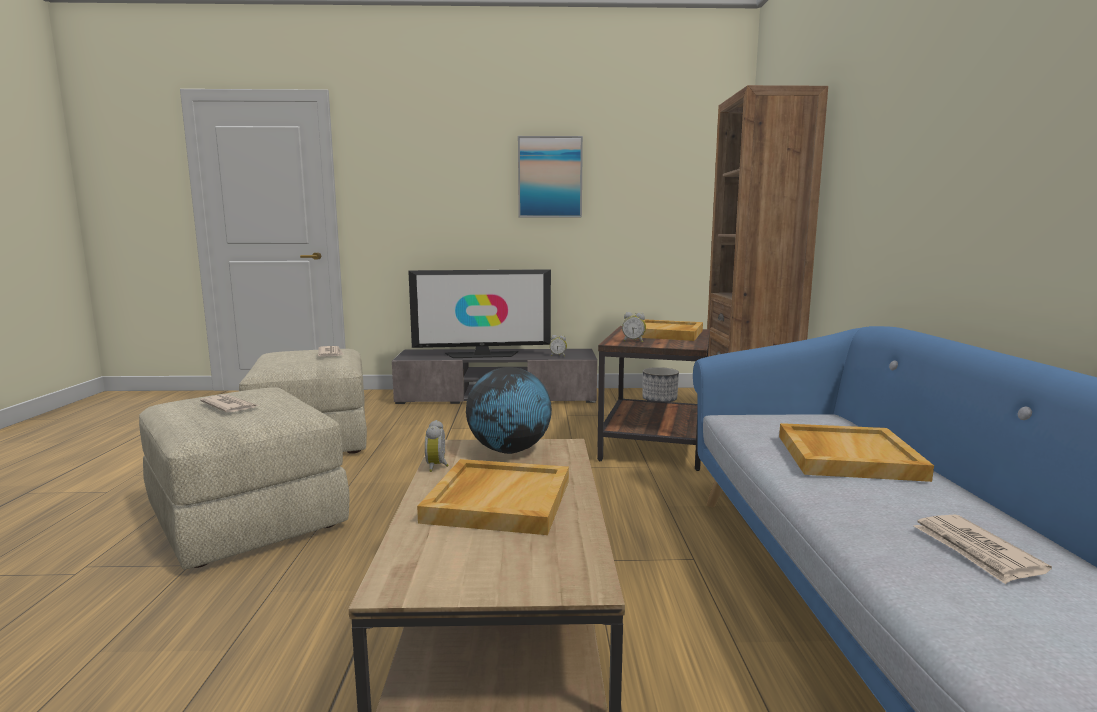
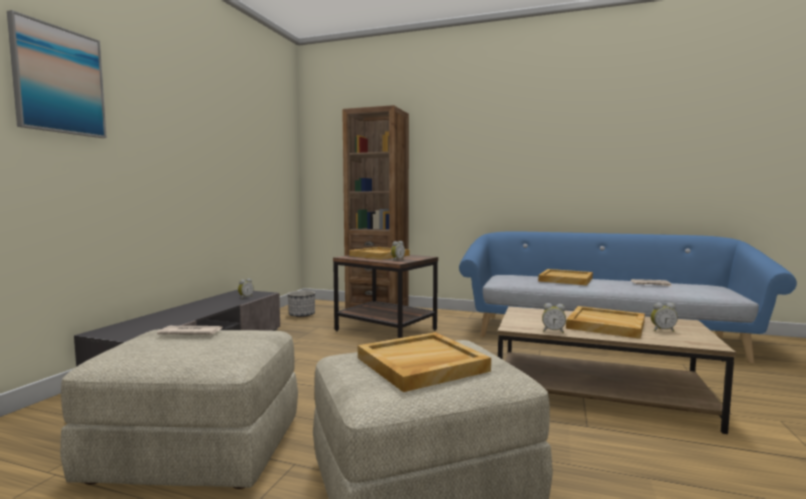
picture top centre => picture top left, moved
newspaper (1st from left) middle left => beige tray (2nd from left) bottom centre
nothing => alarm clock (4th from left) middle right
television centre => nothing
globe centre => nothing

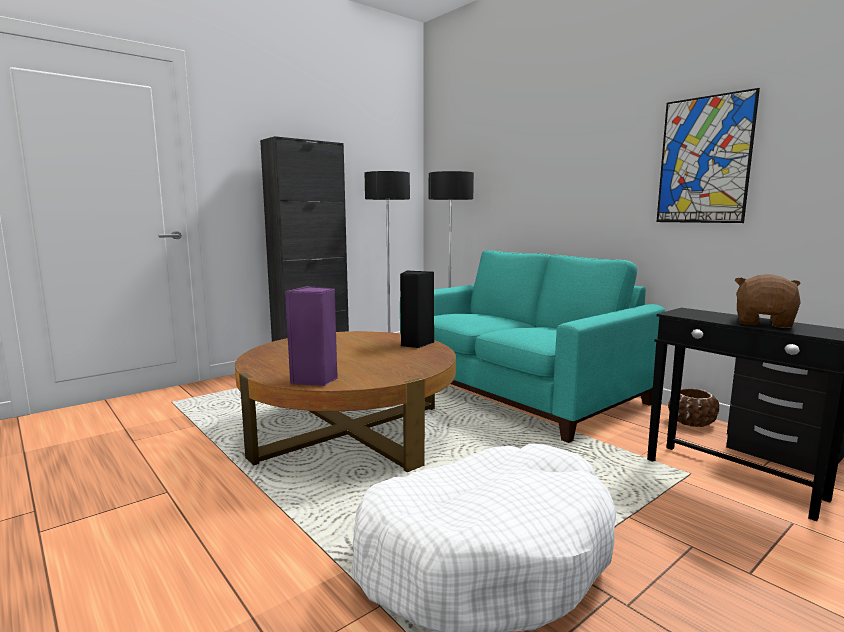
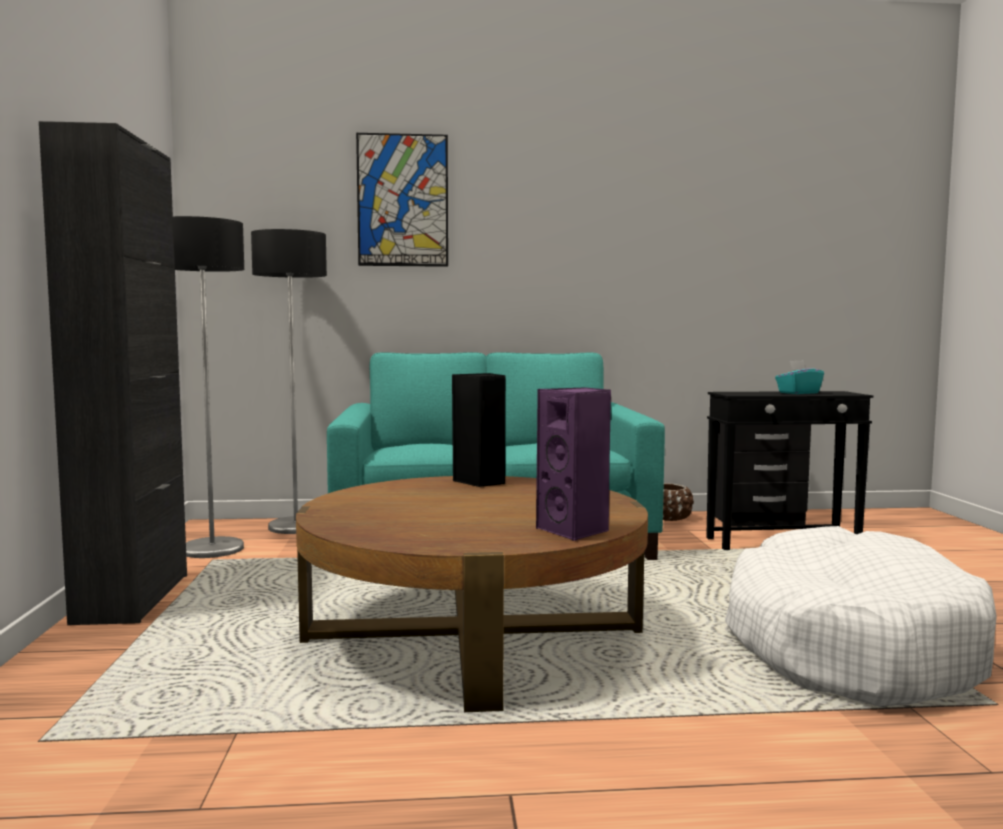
picture top right => picture top centre, moved
brown plush toy middle right => turquoise tissue box middle right

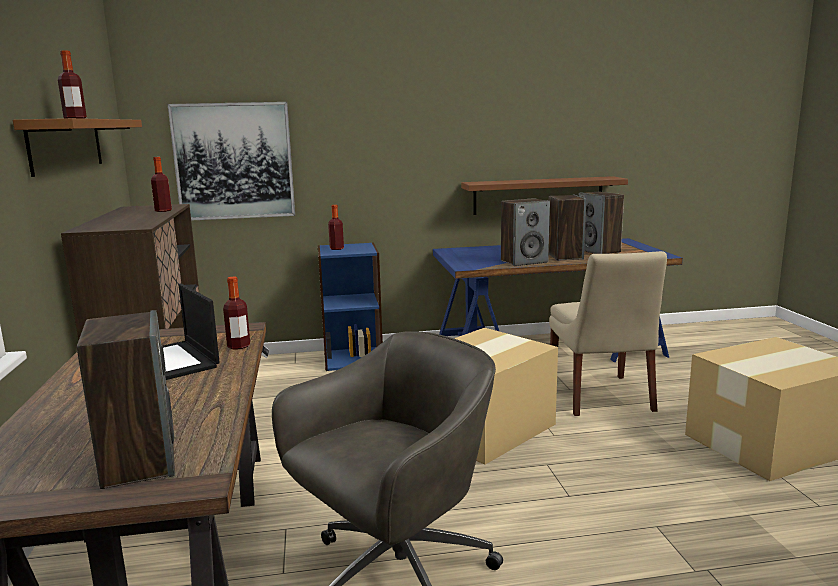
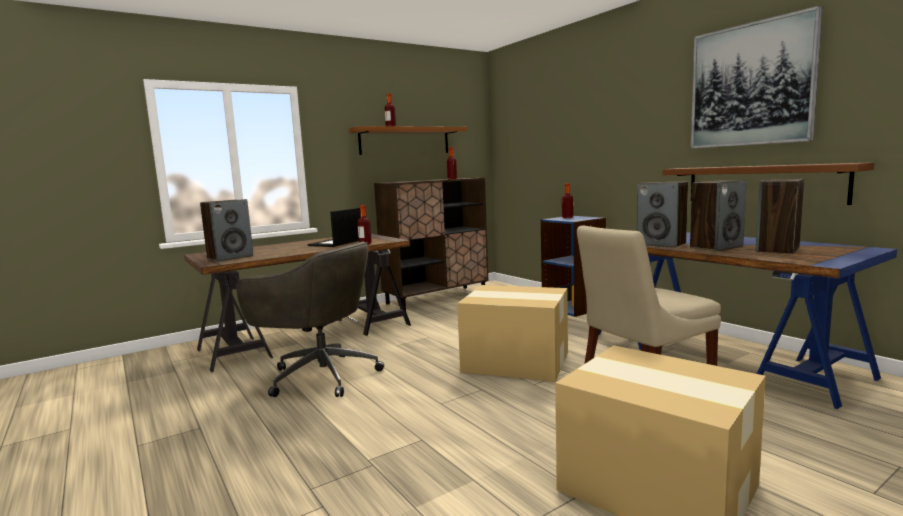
picture top left => picture top right, moved

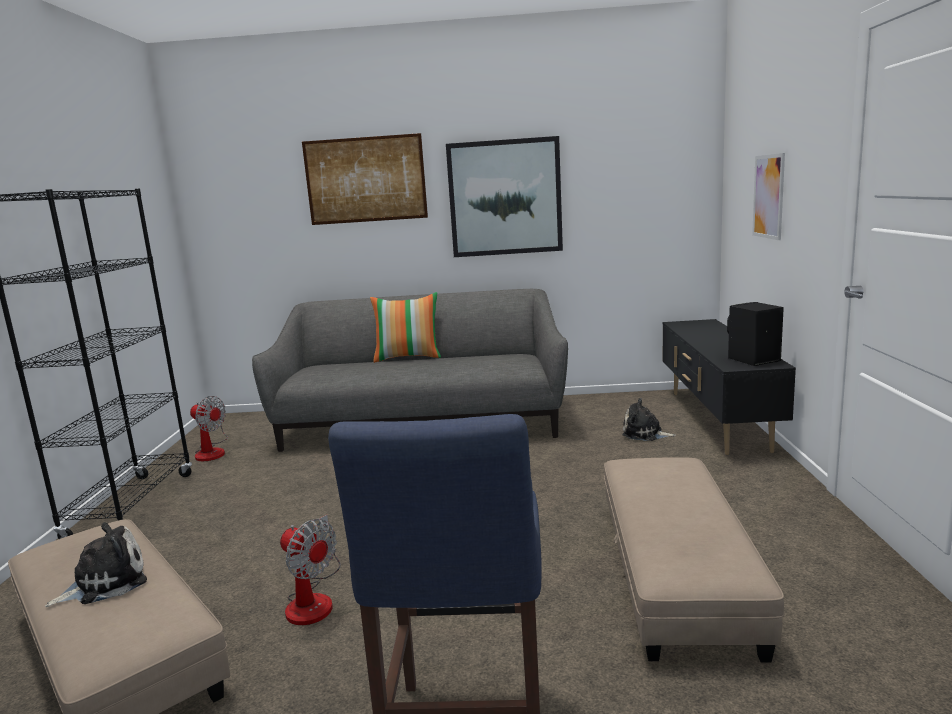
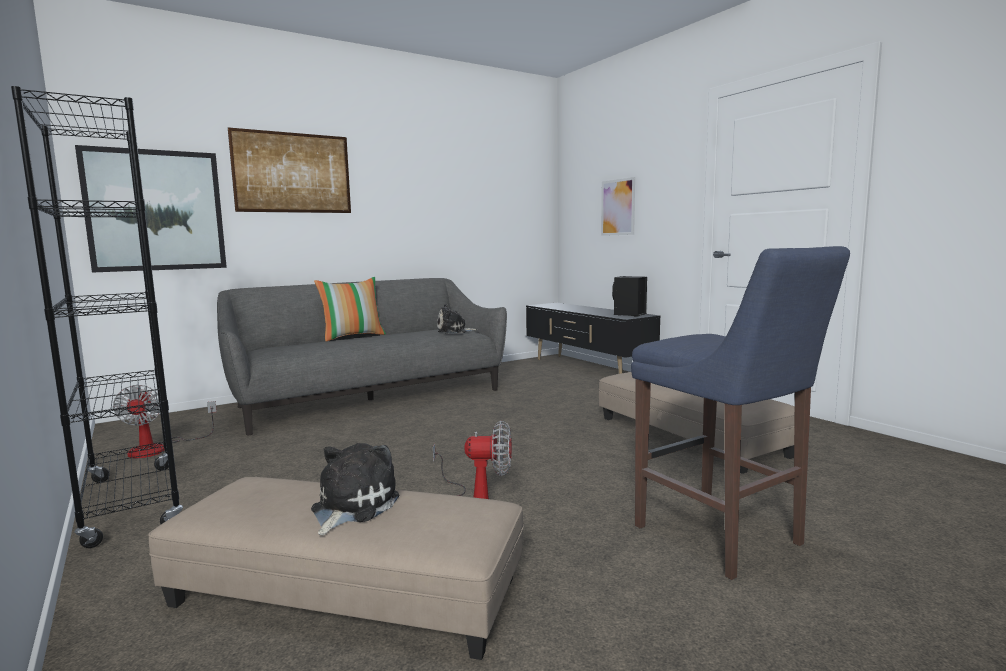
picture (2nd from left in the first image) top centre => picture (1st from left) top left, moved
fan (1st from left) middle left, 75 degrees clockwise
plush toy (2nd from left) middle right => plush toy (2nd from left) centre, moved

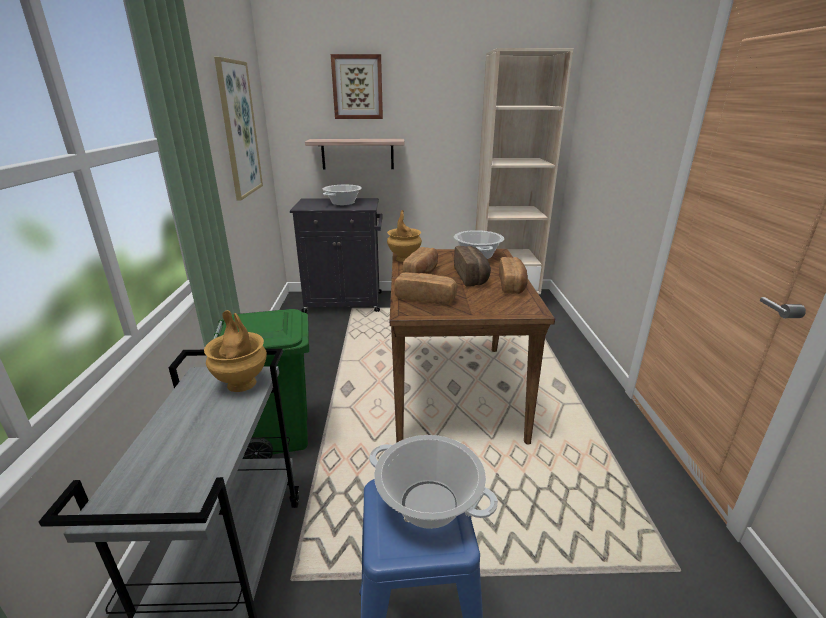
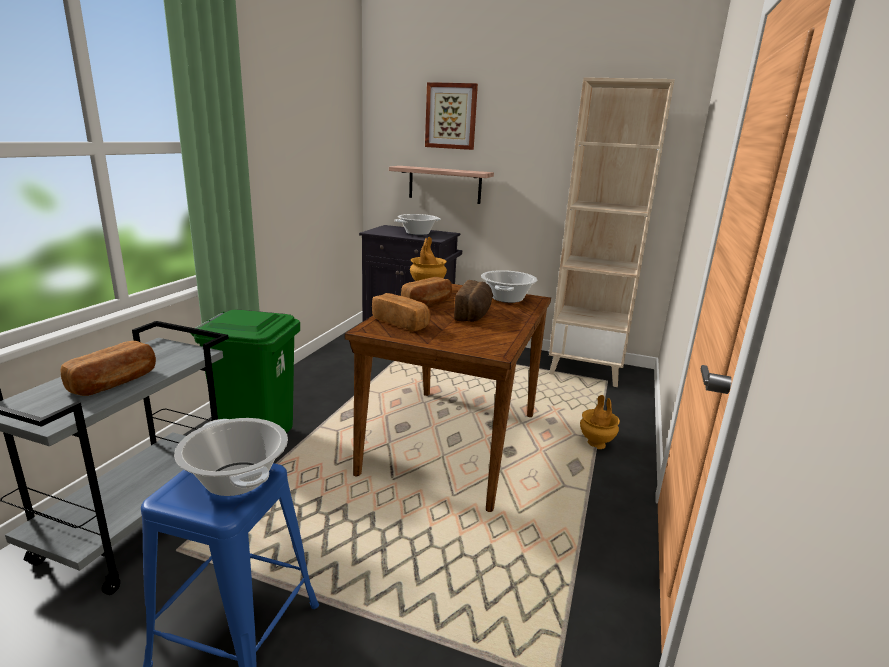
bread (4th from left in the first image) centre => bread (1st from left) middle left, moved
brown vase (1st from left in the first image) middle left => brown vase (2nd from left) middle right, moved
picture (1st from left) top left => nothing

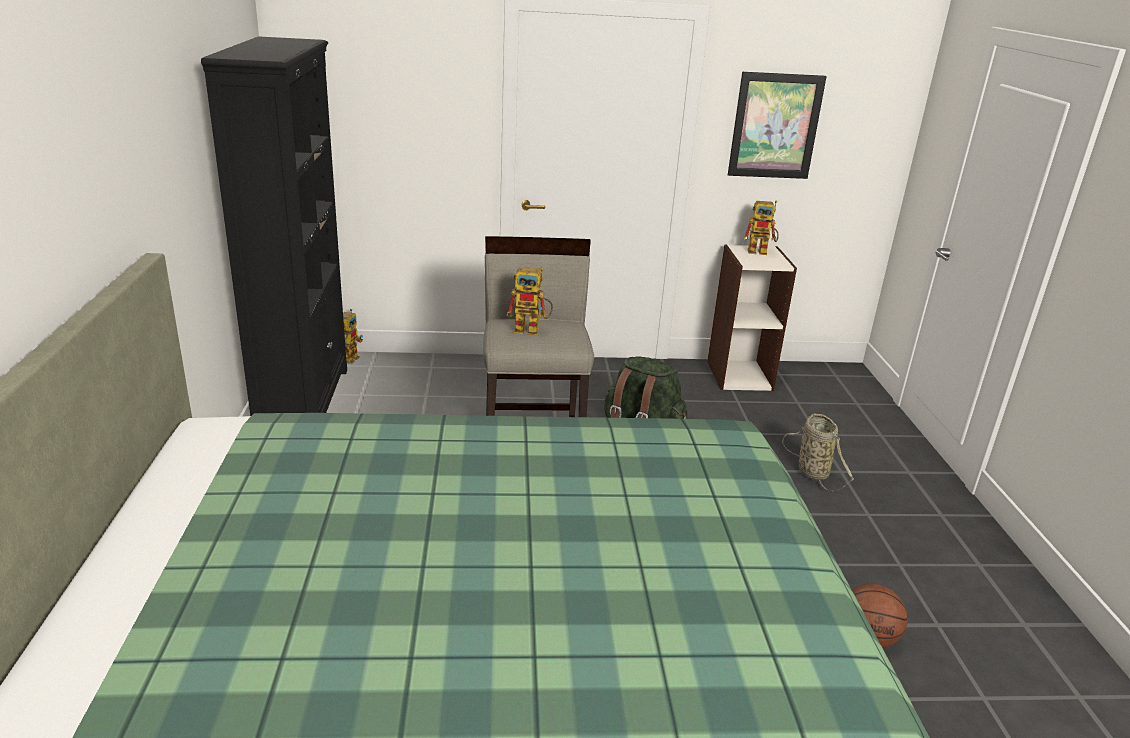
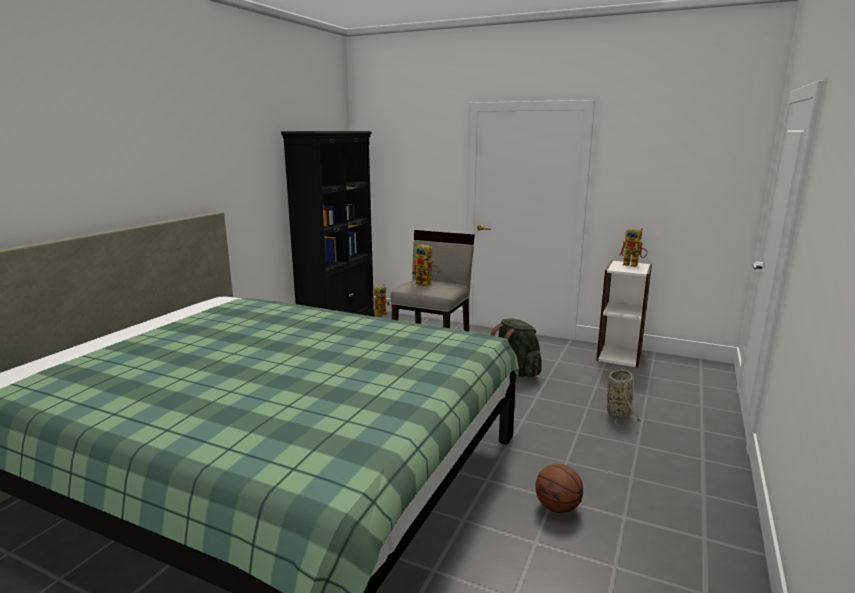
picture top right => nothing

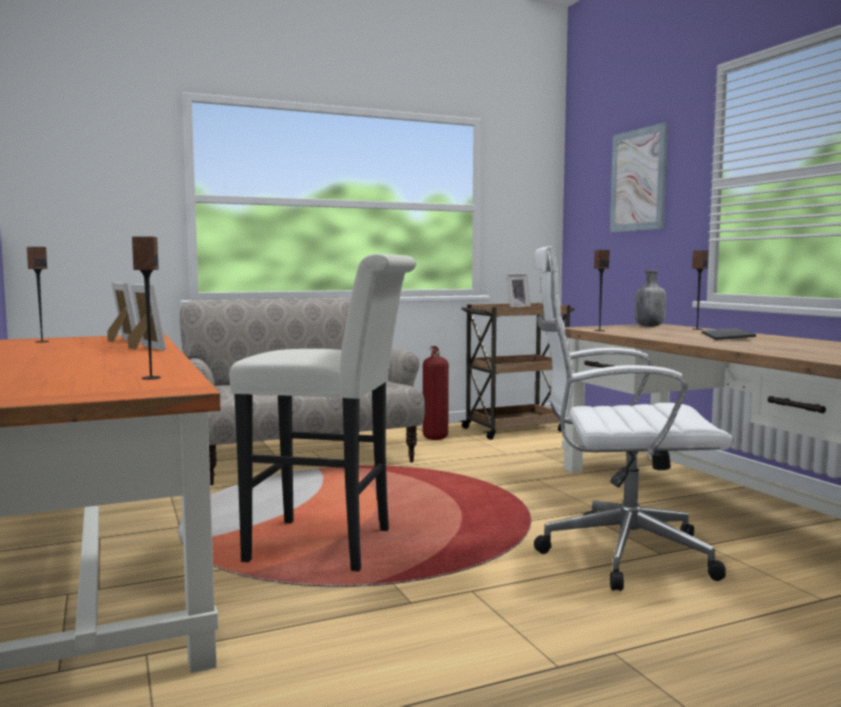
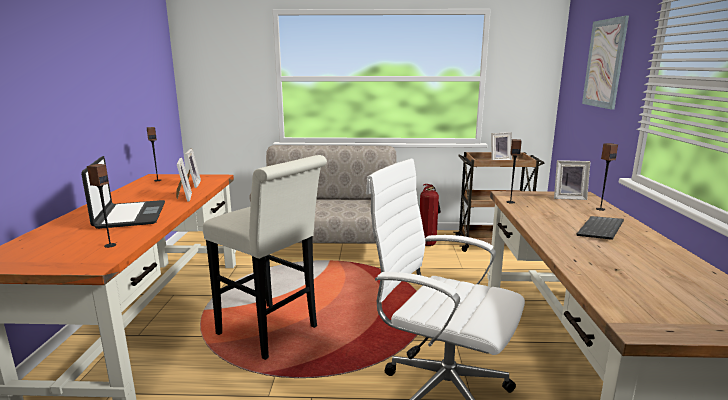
nothing => laptop middle left
grey bottle middle right => picture frame (4th from left) middle right

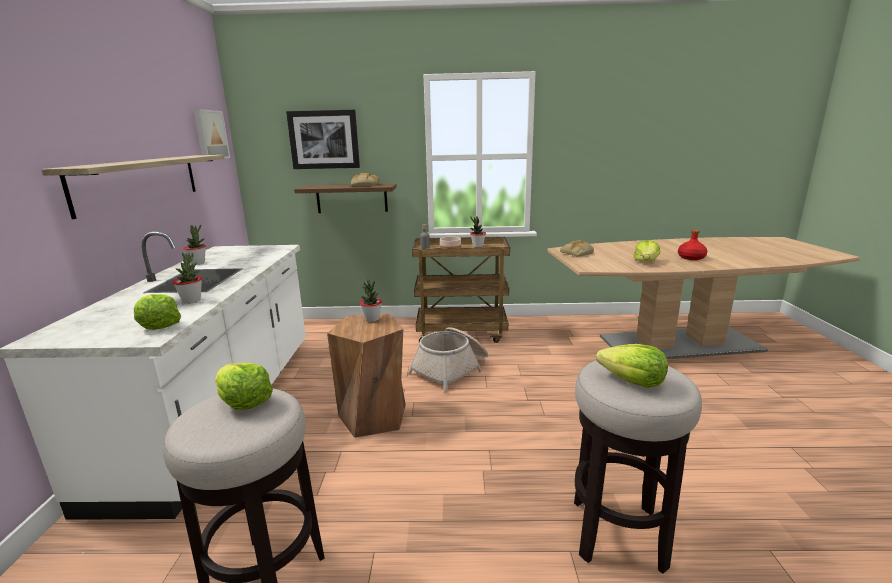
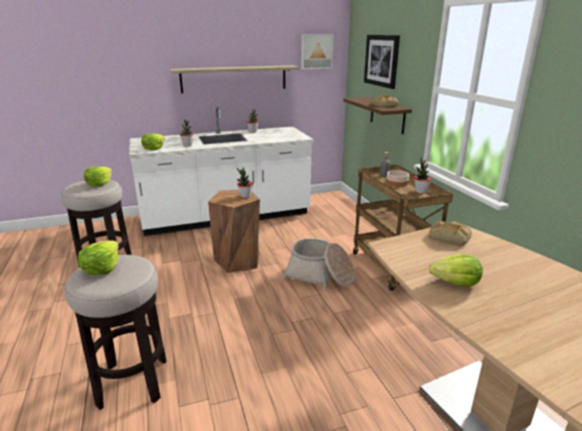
red bottle middle right => nothing

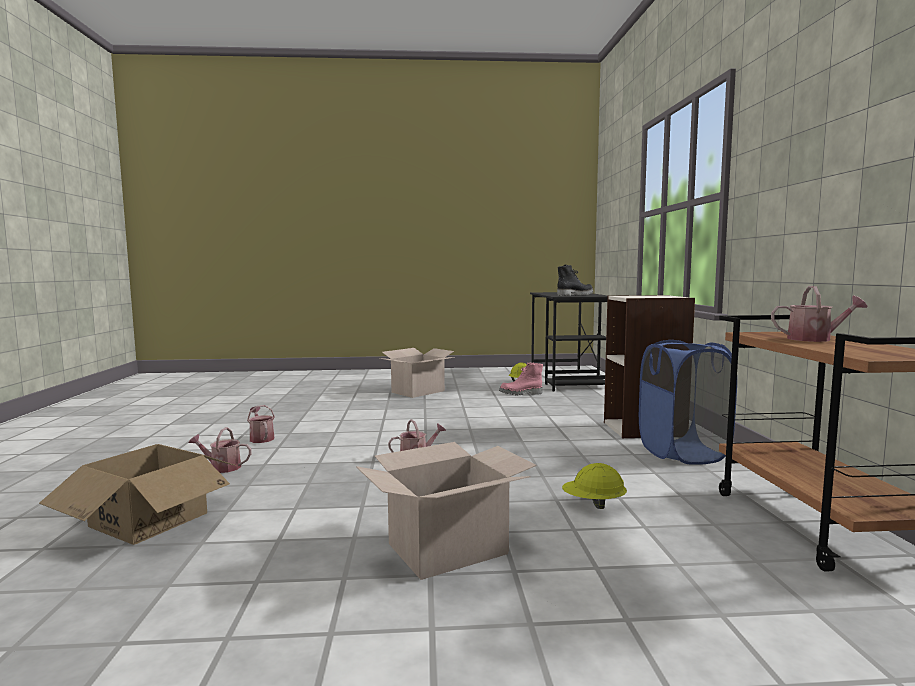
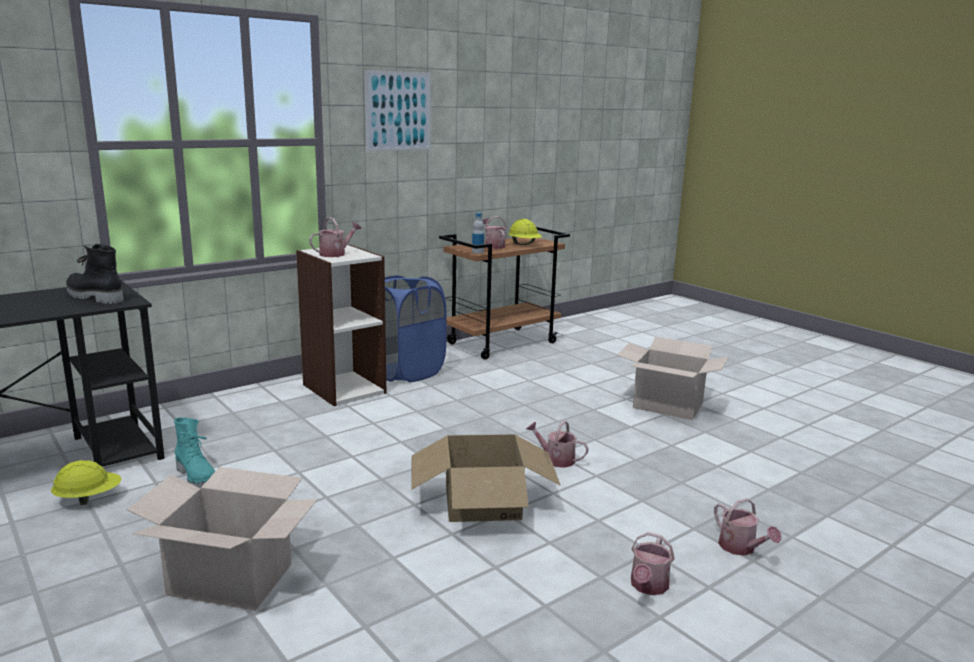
pink boot centre => turquoise boot bottom left
nothing => watering can (1st from left) centre
nothing => picture top centre
cardboard box (1st from left in the first image) bottom left => cardboard box (2nd from left) bottom centre, moved
nothing => bottle centre
yellow hard hat (2nd from left) bottom centre => yellow hard hat (2nd from left) centre, moved

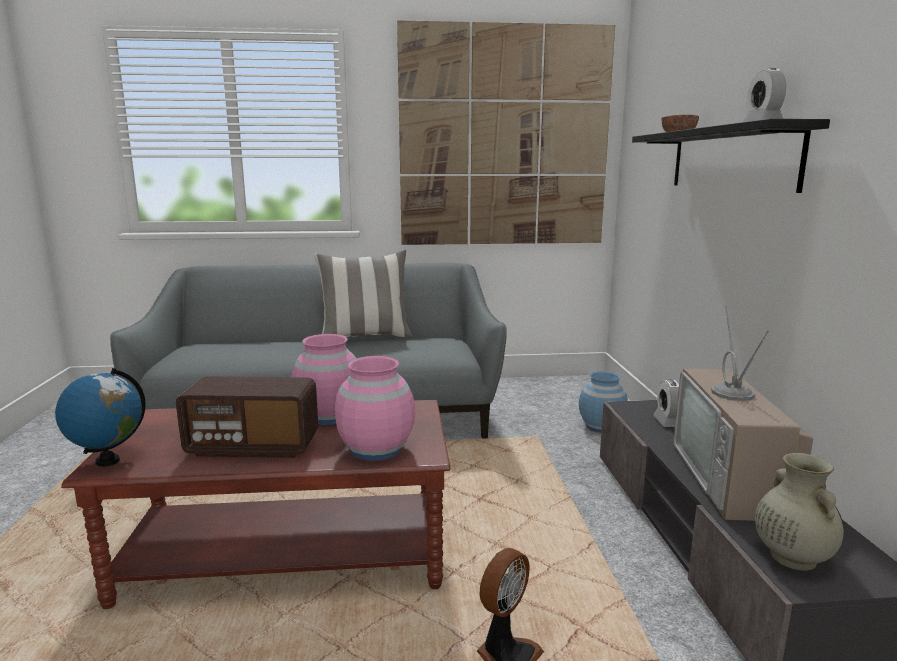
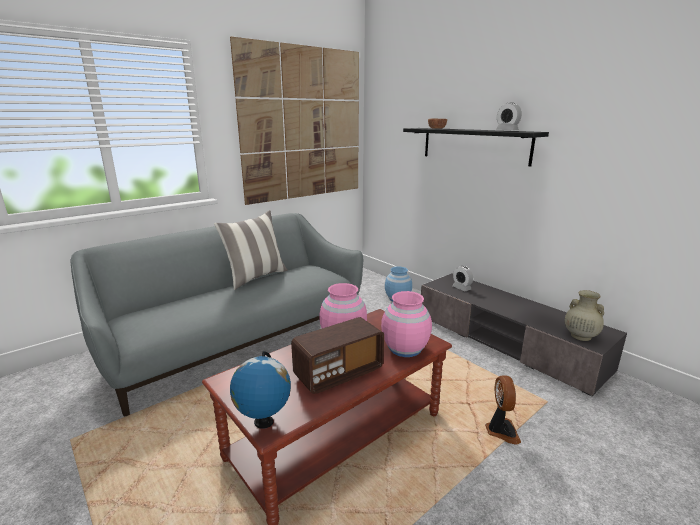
television middle right => nothing

